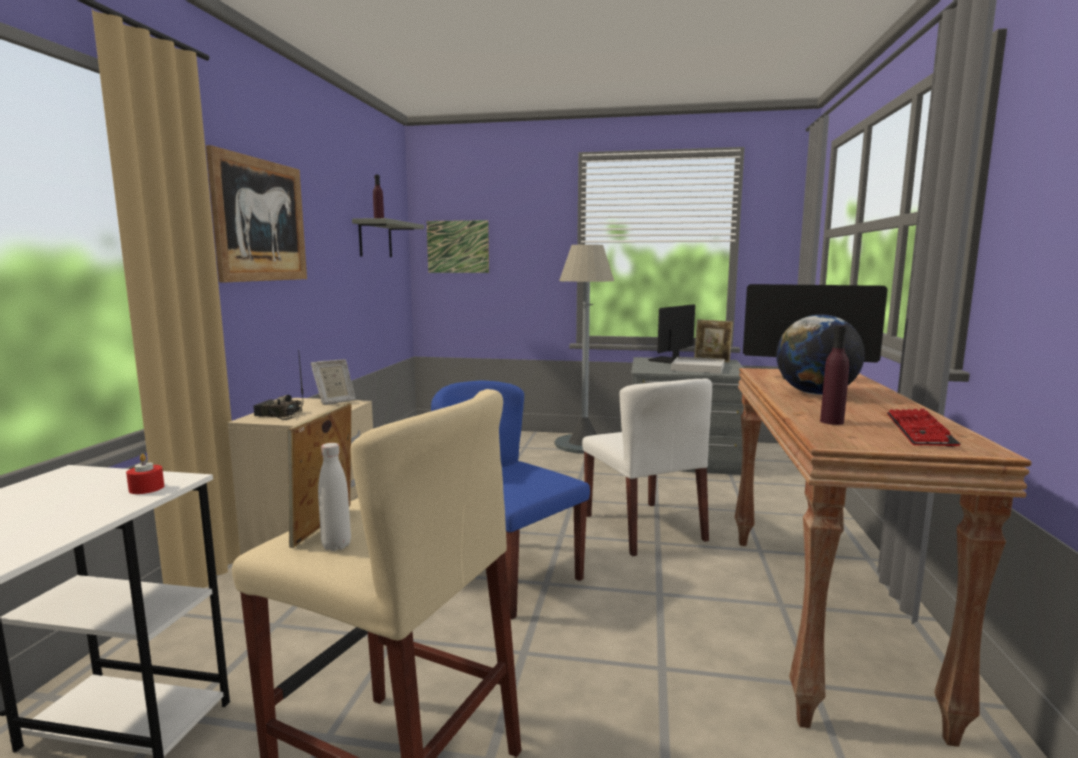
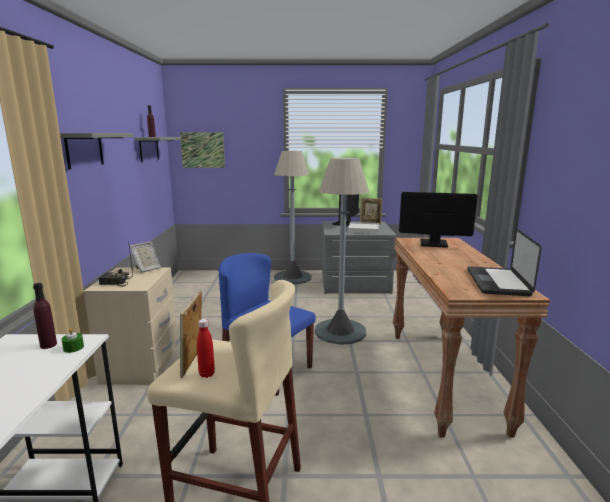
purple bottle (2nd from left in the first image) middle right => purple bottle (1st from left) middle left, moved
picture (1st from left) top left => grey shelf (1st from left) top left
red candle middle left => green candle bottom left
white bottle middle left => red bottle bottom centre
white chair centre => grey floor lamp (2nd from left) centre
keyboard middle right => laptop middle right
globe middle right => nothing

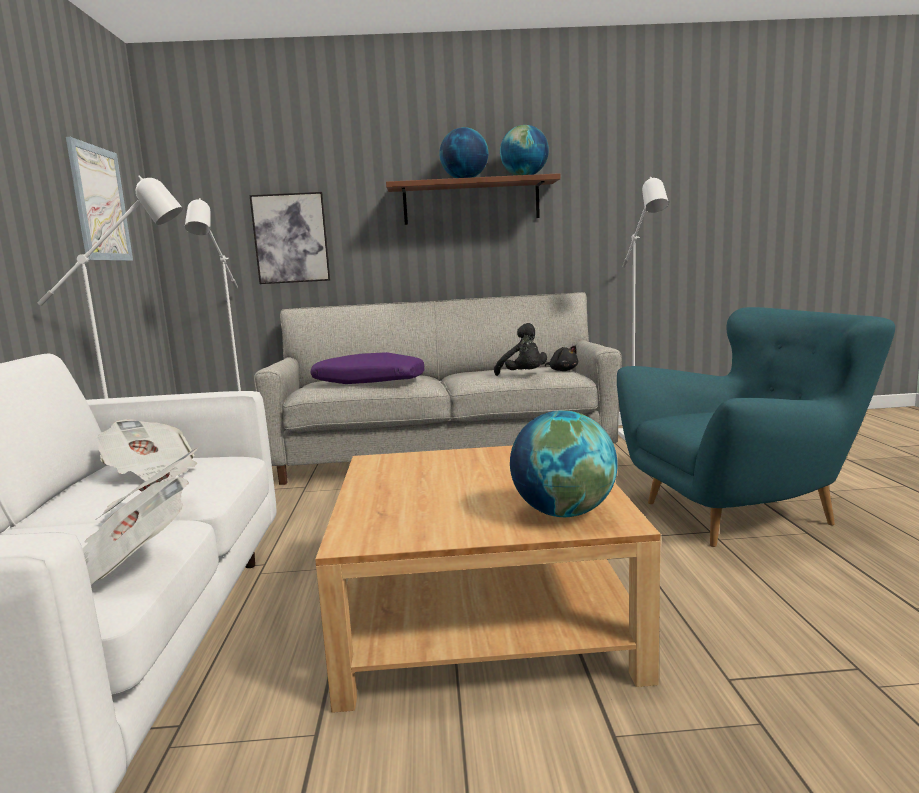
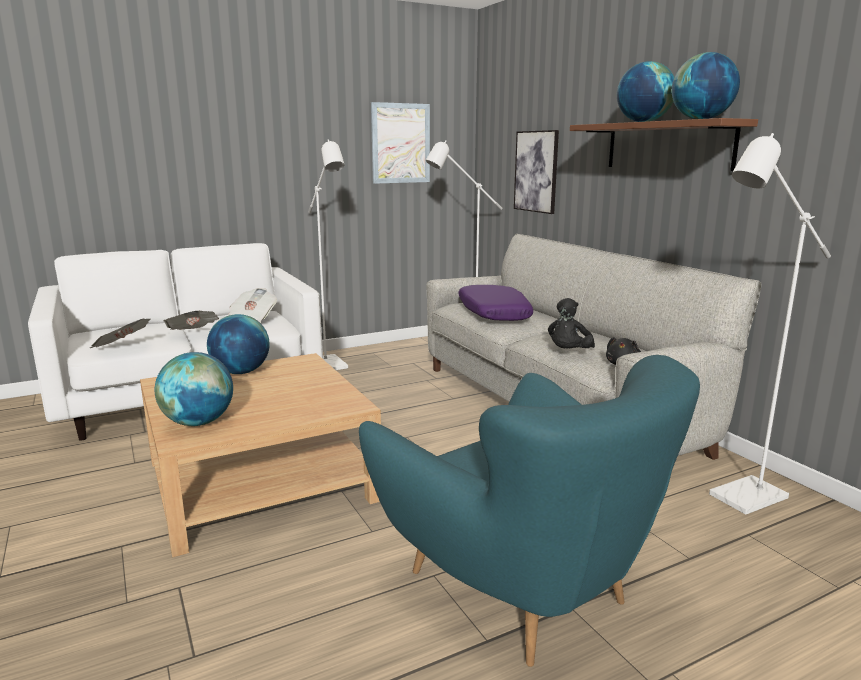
nothing => globe (2nd from left) middle left

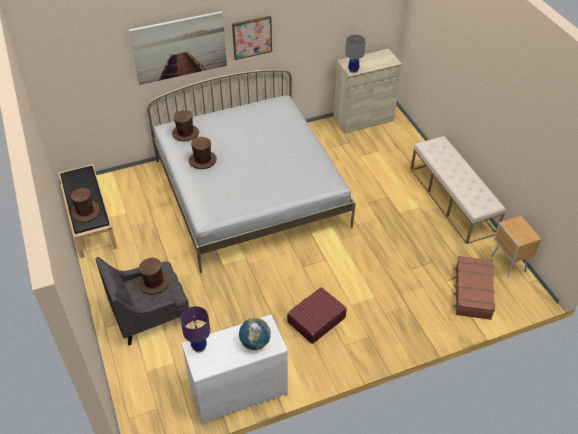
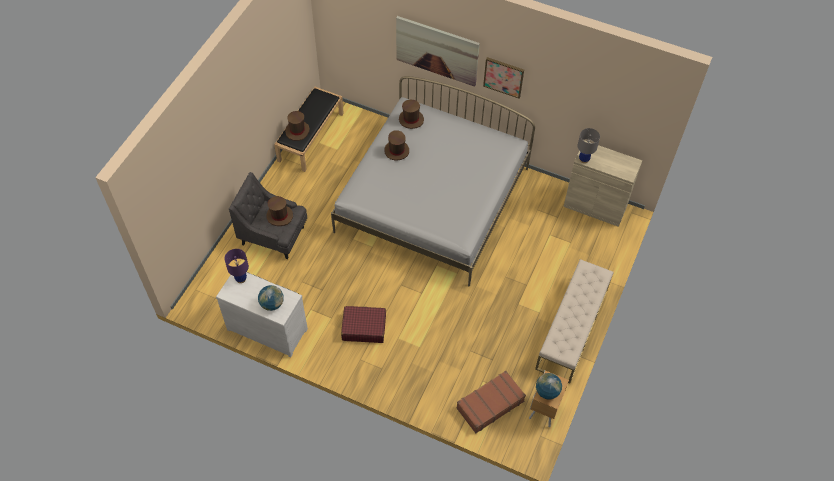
nothing => globe (2nd from left) bottom centre

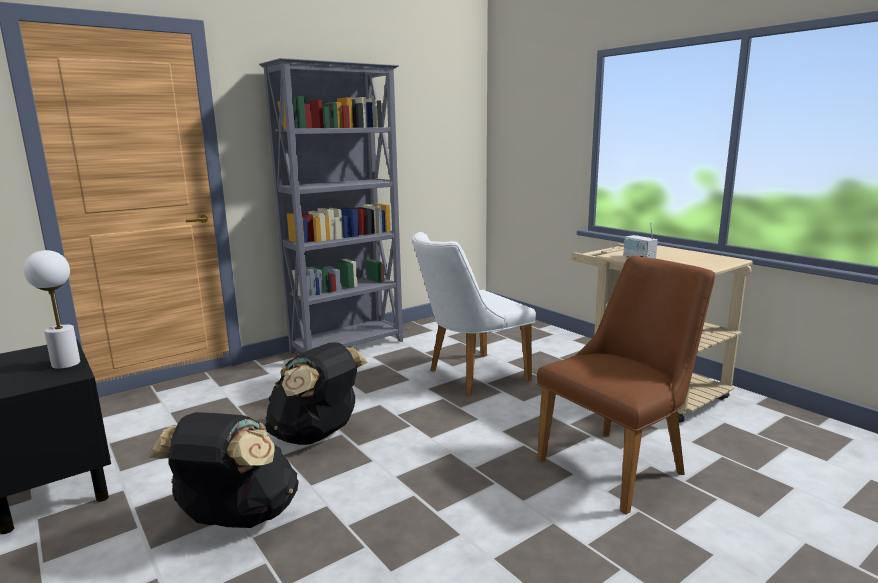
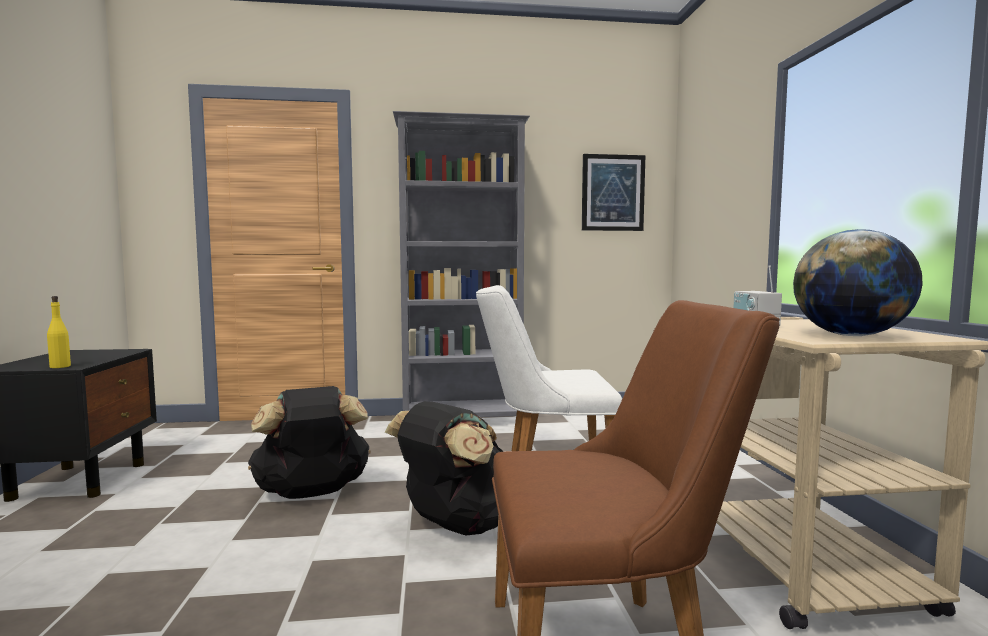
nothing => yellow bottle middle left
black backpack (1st from left in the first image) bottom left => black backpack (2nd from left) bottom centre, moved
nothing => picture top centre
nothing => globe middle right
white table lamp middle left => nothing

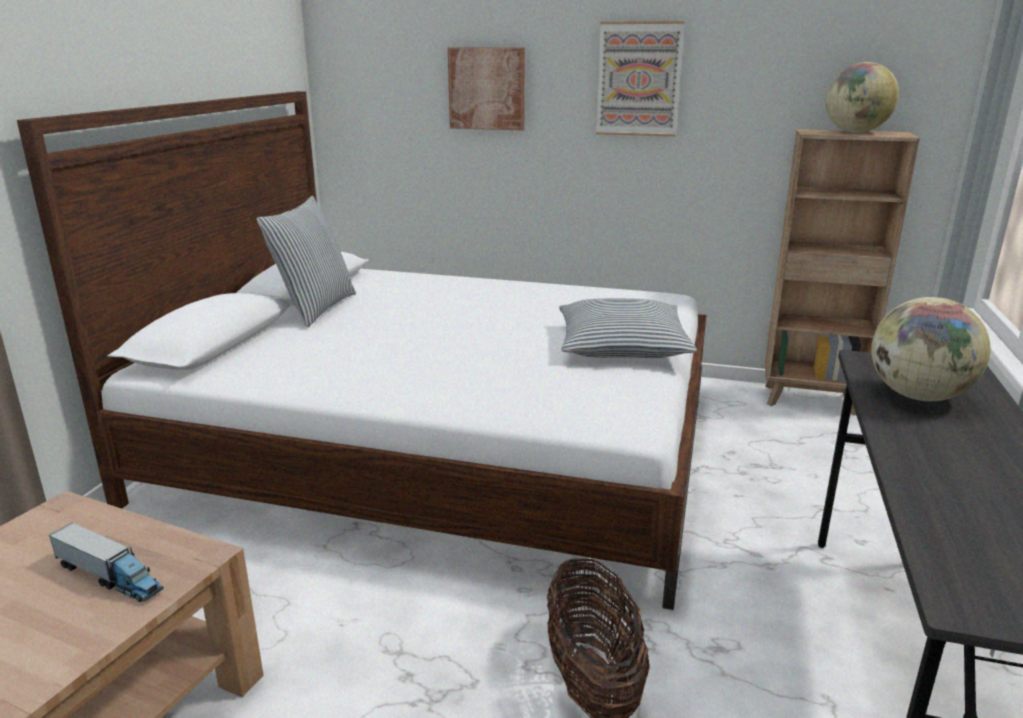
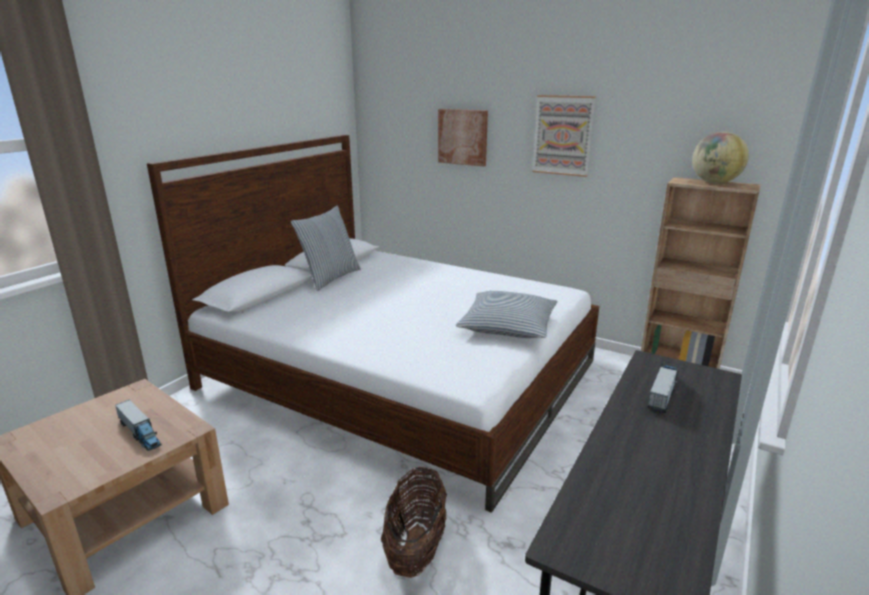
globe (2nd from left) middle right => toy truck (2nd from left) middle right

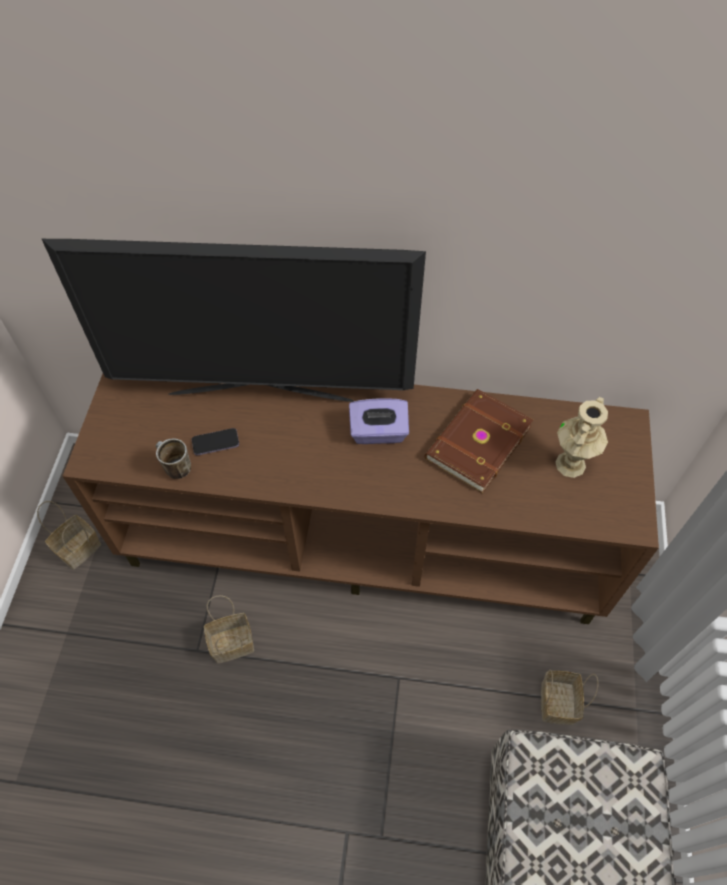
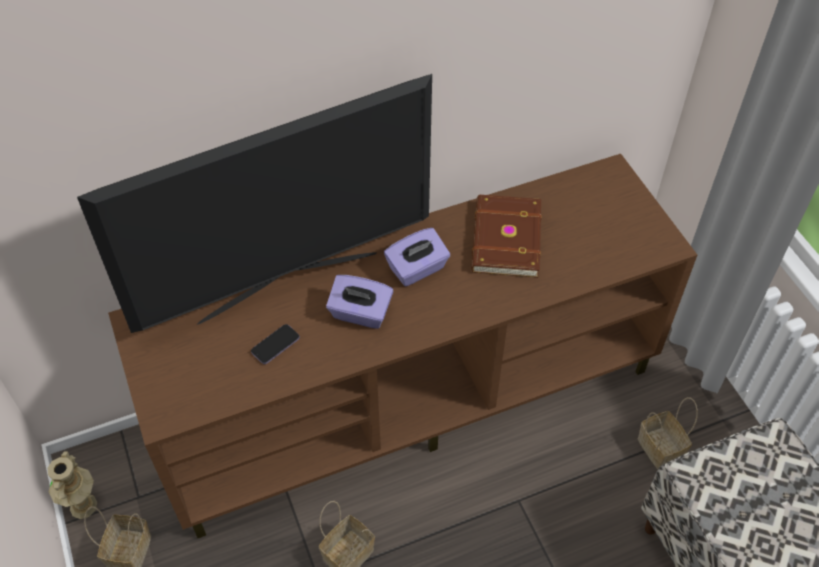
beige vase middle right => beige vase bottom left, moved
nothing => purple tissue box (1st from left) centre
mug middle left => nothing

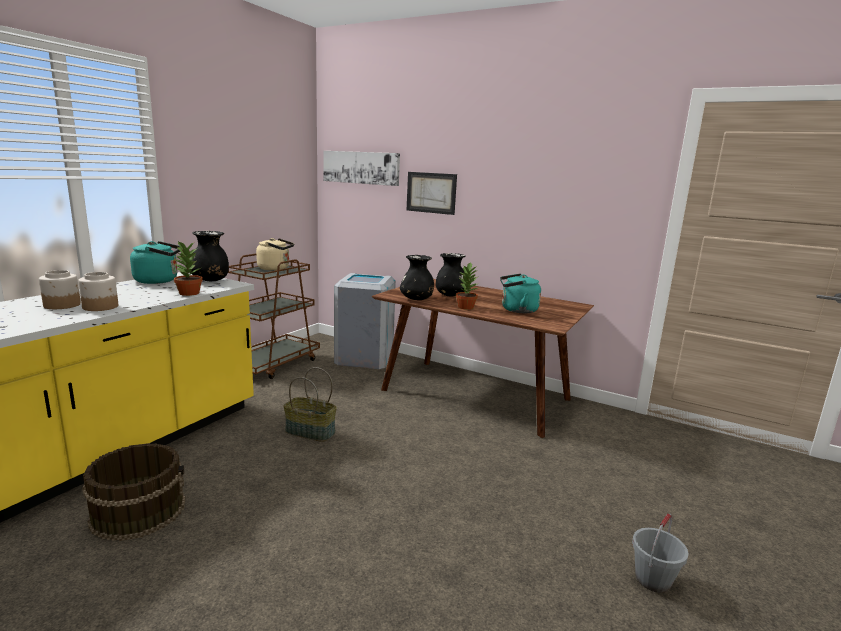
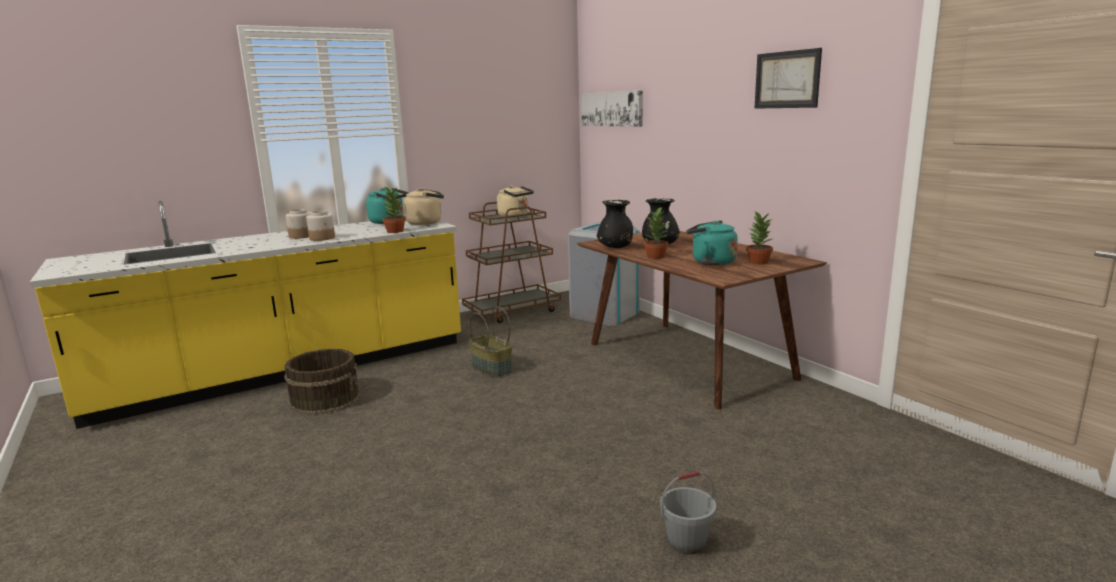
black vase (1st from left) middle left => beige kettle (1st from left) centre
nothing => potted plant (3rd from left) middle right
picture (2nd from left) top centre => picture (2nd from left) top right, moved

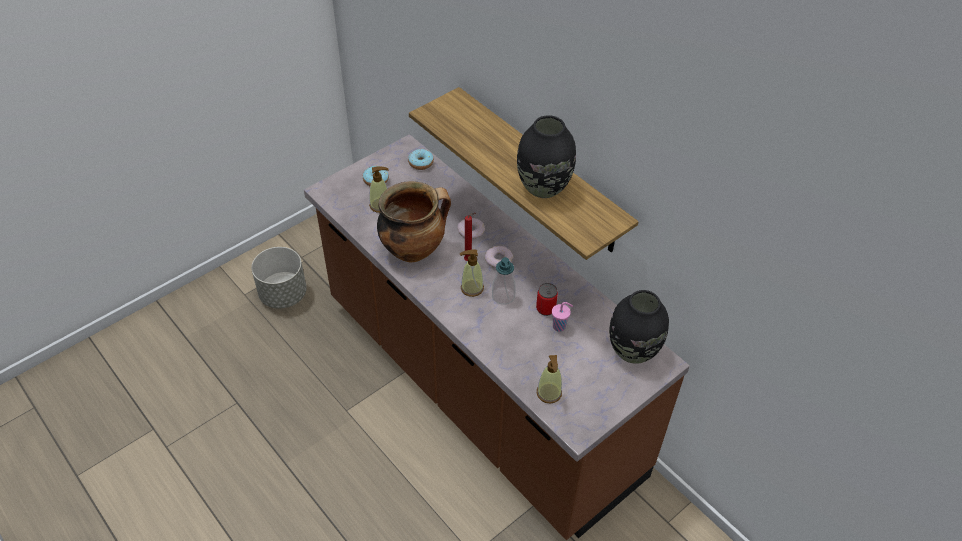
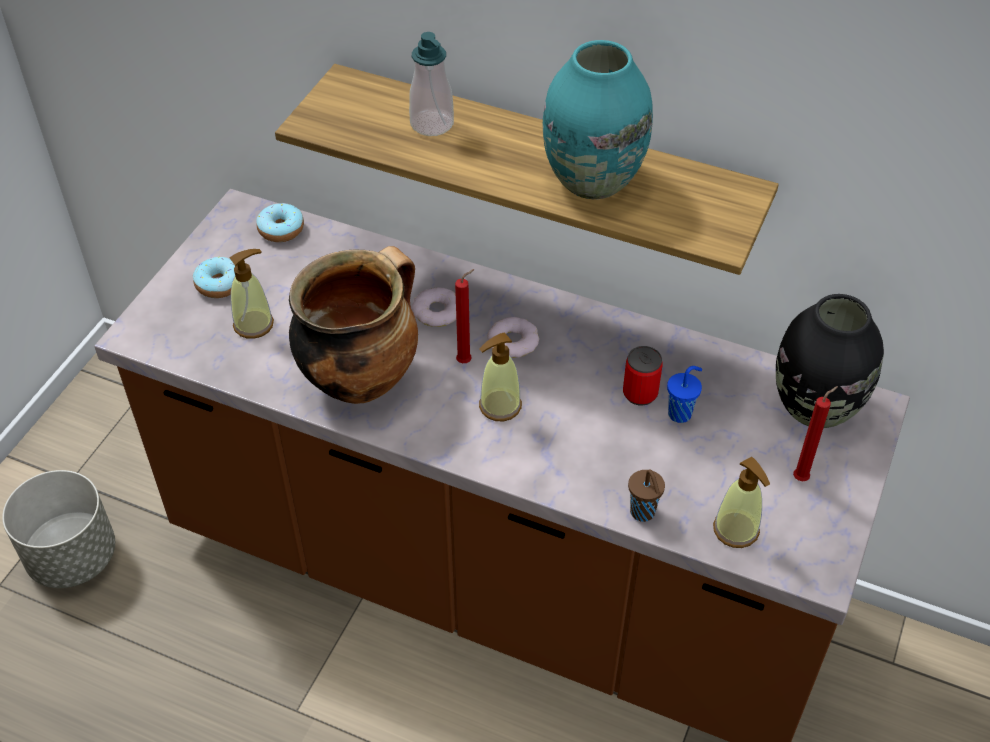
soap dispenser (3rd from left in the first image) centre => soap dispenser (2nd from left) top centre, moved
black vase (1st from left) top centre => turquoise vase top centre
nothing => brown cup bottom centre
pink cup centre => blue cup middle right
nothing => red candle (2nd from left) middle right

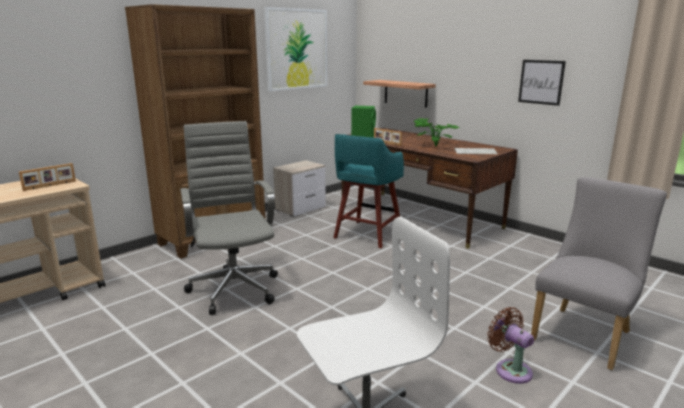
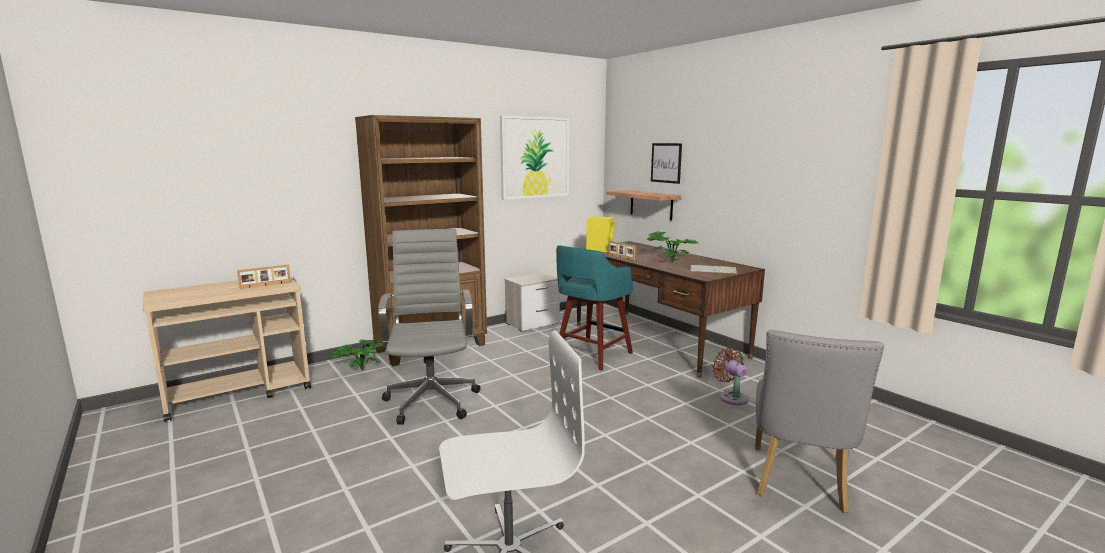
nothing => potted plant (1st from left) middle left
green speaker top centre => yellow speaker centre
picture (2nd from left) top right => picture (2nd from left) top centre, moved
brown fan bottom right => brown fan bottom centre, moved
grey chair bottom right, 150 degrees clockwise

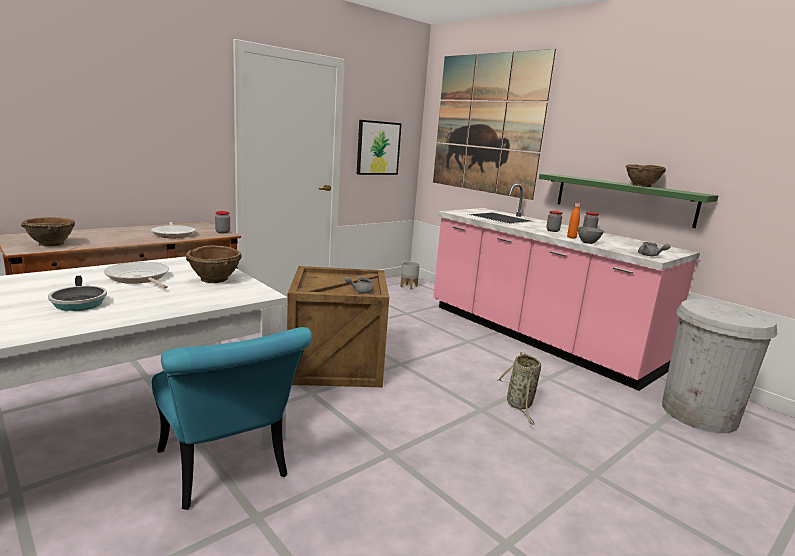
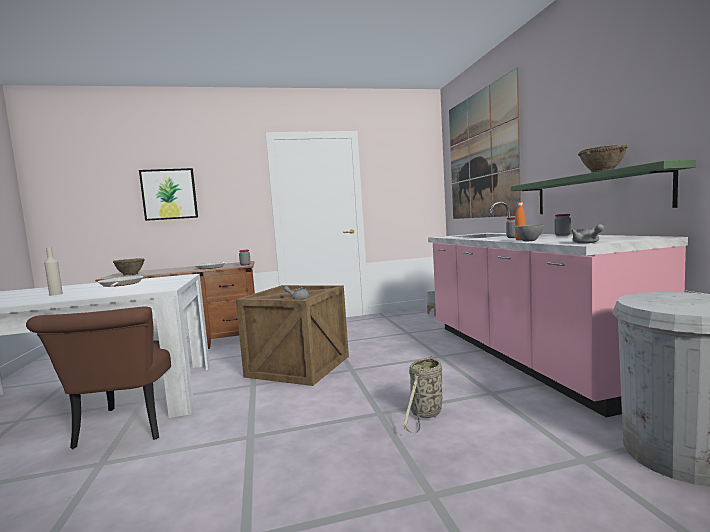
turquoise chair bottom left => brown chair bottom left
frying pan (1st from left) middle left => beige bottle middle left
picture (1st from left) top centre => picture (1st from left) middle left, moved
brown bowl (2nd from left) middle left => nothing

